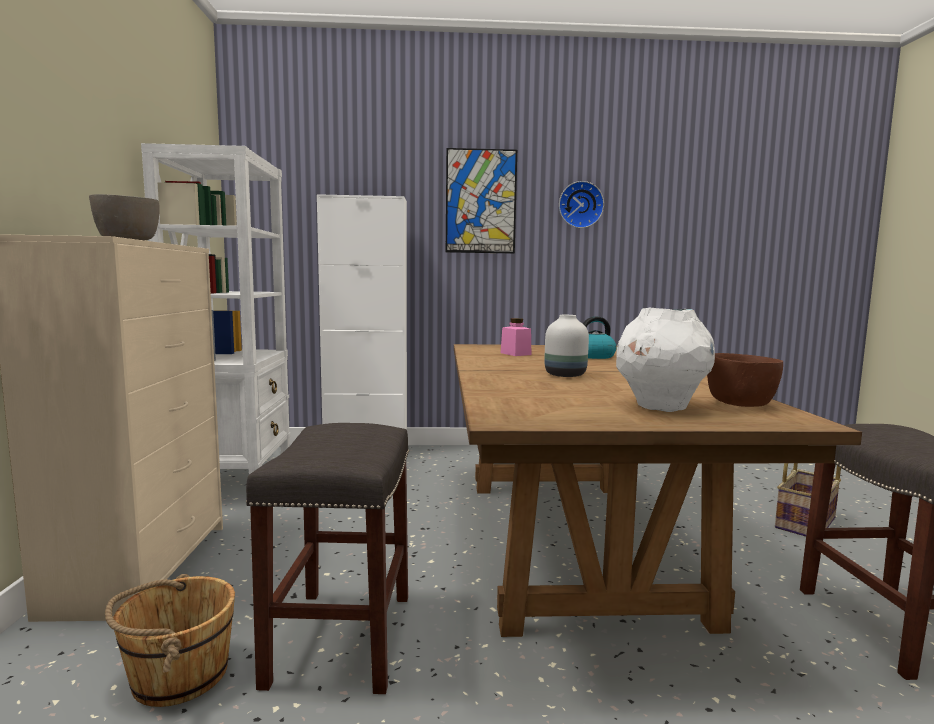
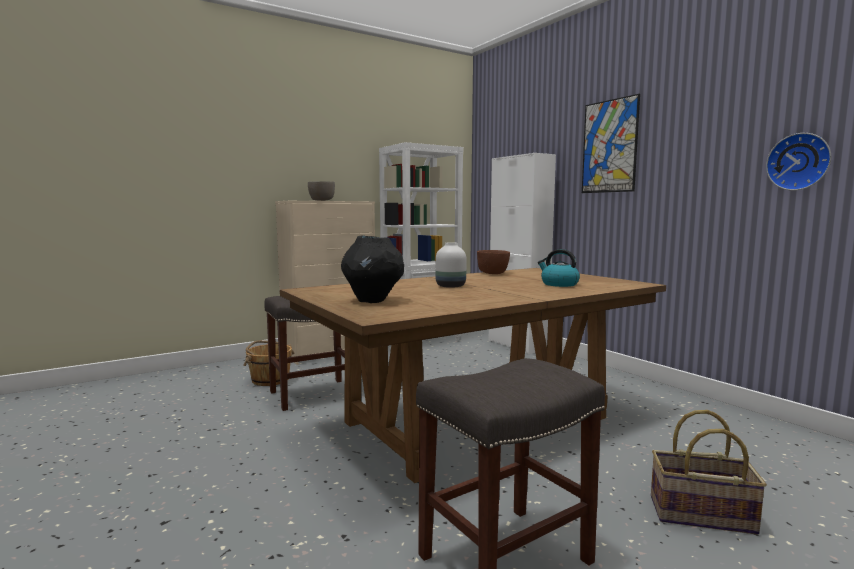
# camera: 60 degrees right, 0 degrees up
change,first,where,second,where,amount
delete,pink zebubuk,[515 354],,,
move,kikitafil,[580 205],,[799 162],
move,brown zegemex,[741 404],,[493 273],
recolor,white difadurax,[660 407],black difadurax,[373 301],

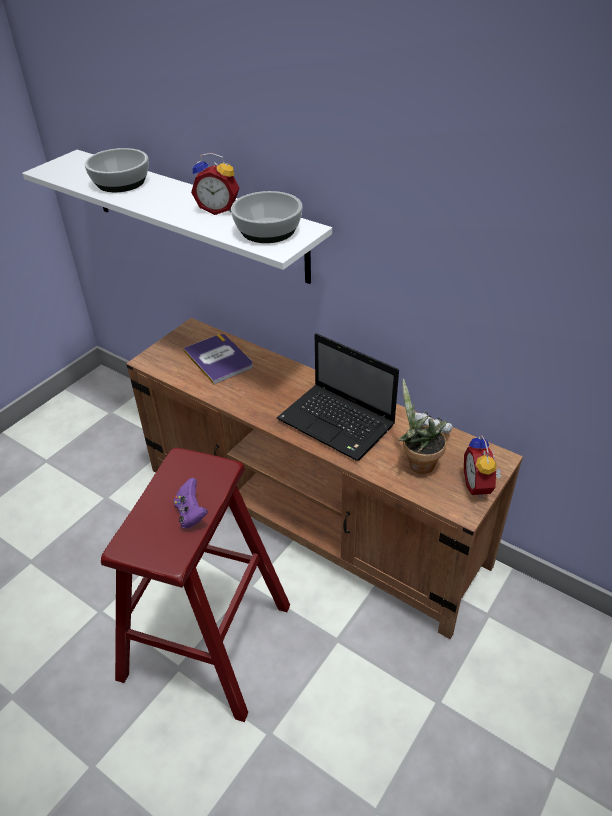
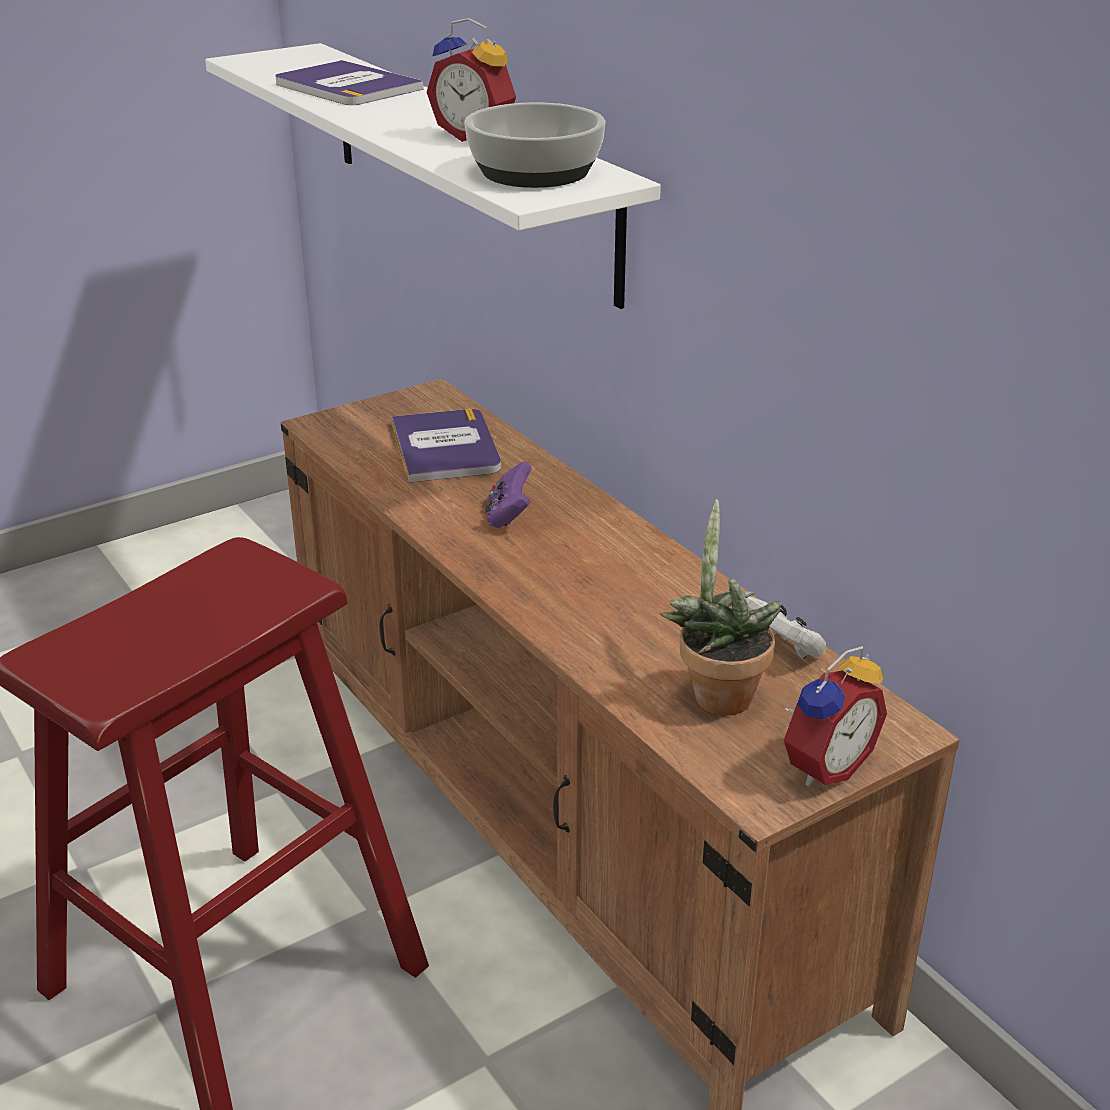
# camera: 20 degrees right, 10 degrees down
change,first,where,second,where,amount
delete,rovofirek,[338 423],,,
move,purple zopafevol,[191 514],,[509 515],
replace,zegemex,[121 182],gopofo,[346 86],
rotate,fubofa,[479 486],,[823 765],150 degrees counterclockwise

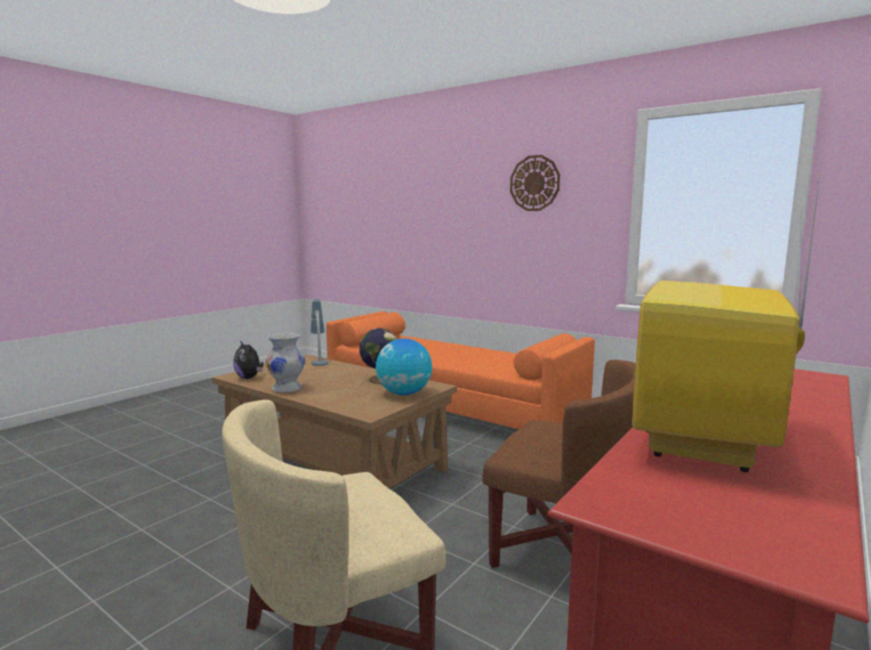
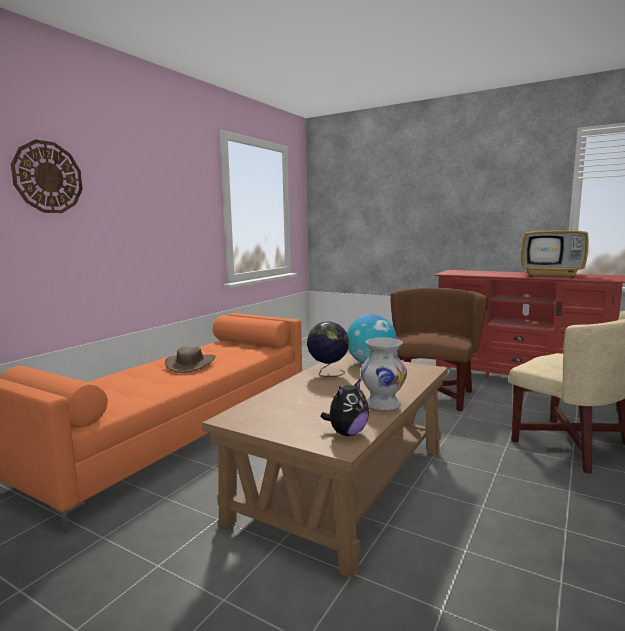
# camera: 95 degrees left, 0 degrees up
change,first,where,second,where,amount
delete,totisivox,[319 361],,,
insert,,,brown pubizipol,[191 364],
move,kikitafil,[534 183],,[48 177],

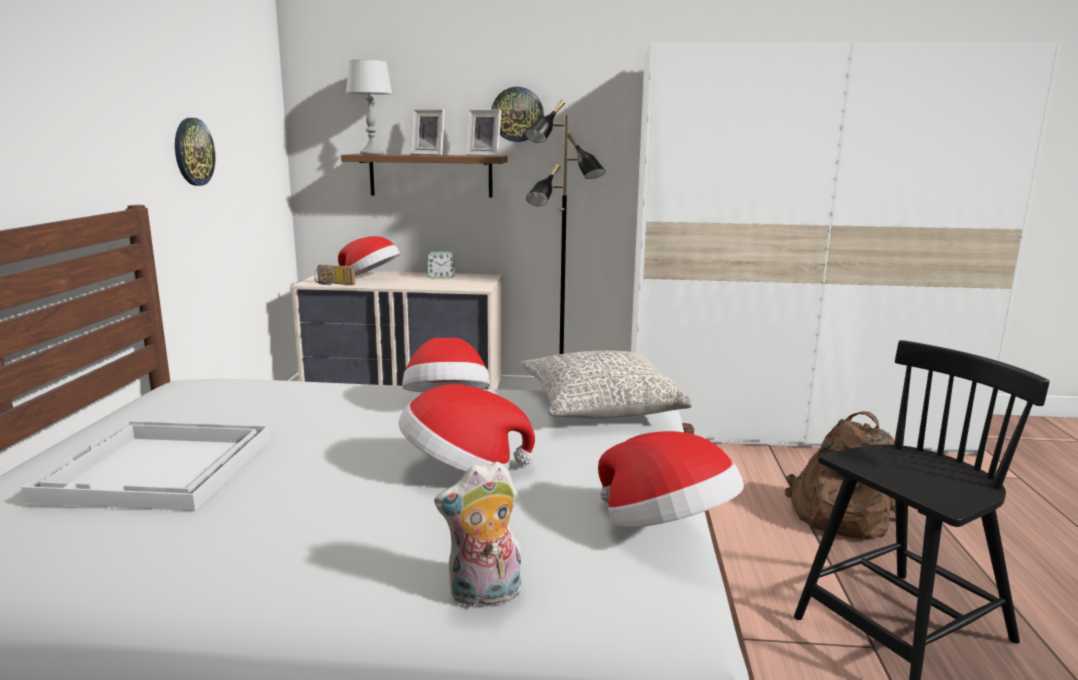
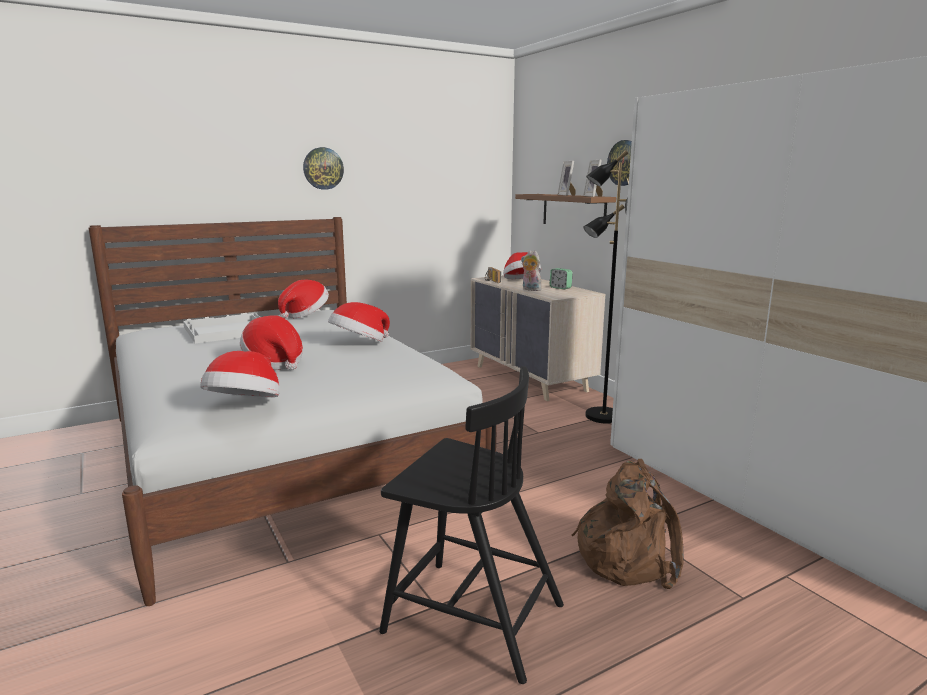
# camera: 55 degrees right, 0 degrees up
change,first,where,second,where,amount
delete,grey totisivox,[372 154],,,
delete,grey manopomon,[599 405],,,
insert,,,pubizipol,[305 314],
move,kikitafil,[193 152],,[323 168],
move,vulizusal,[484 595],,[530 289],

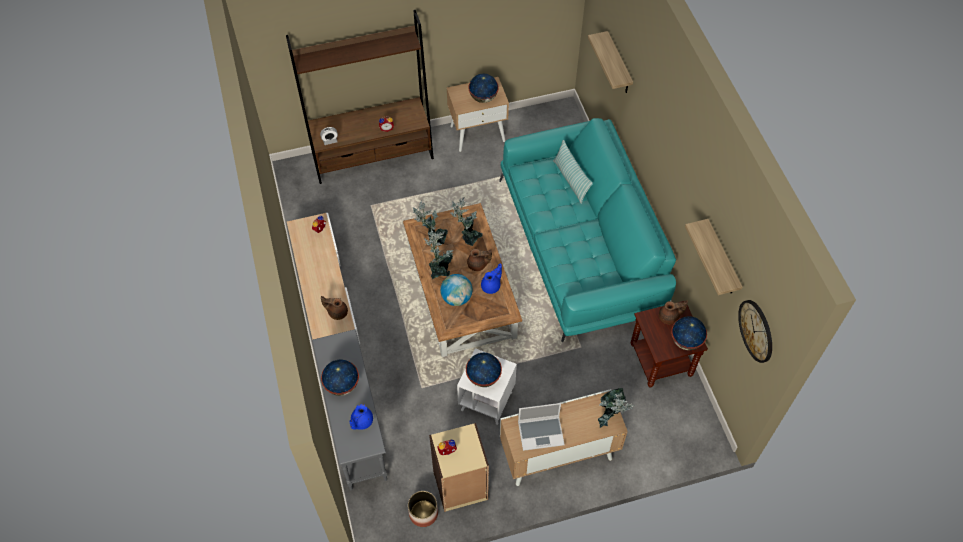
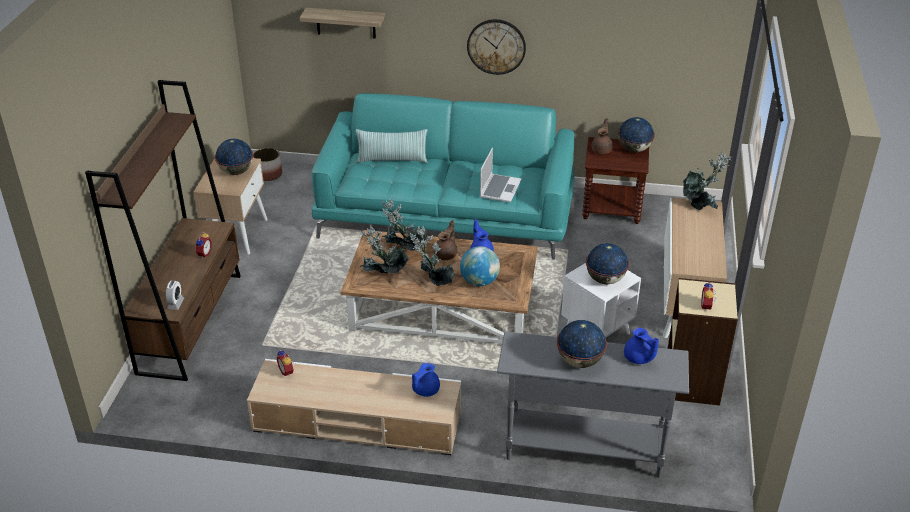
# camera: 65 degrees left, 20 degrees down
change,first,where,second,where,amount
delete,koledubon,[722 260],,,
move,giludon,[423 513],,[268 174],
move,rovofirek,[541 432],,[499 189],
move,kikitafil,[756 330],,[496 46],
recolor,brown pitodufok,[337 312],blue pitodufok,[425 390],

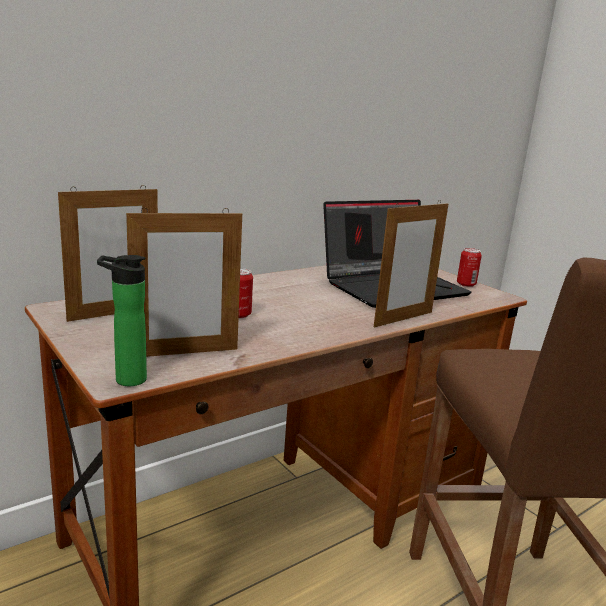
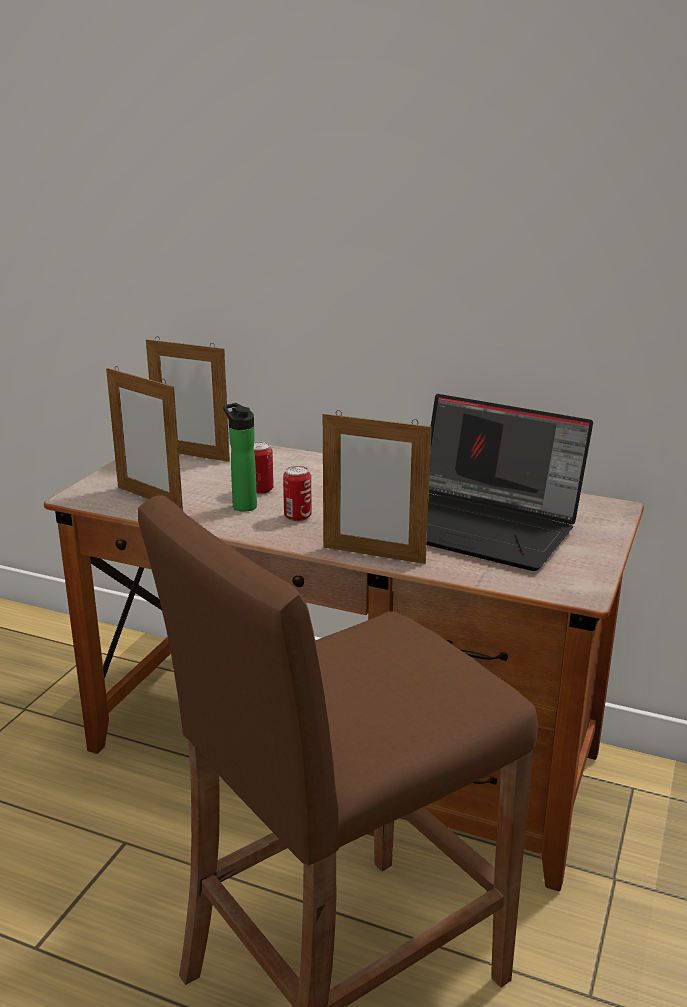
# camera: 60 degrees right, 5 degrees up
change,first,where,second,where,amount
move,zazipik,[126 380],,[242 505],
move,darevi,[466 284],,[297 516],

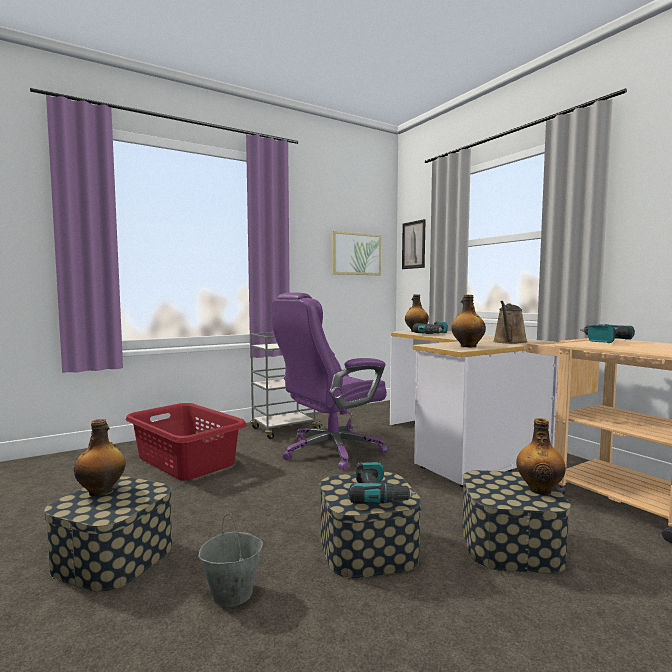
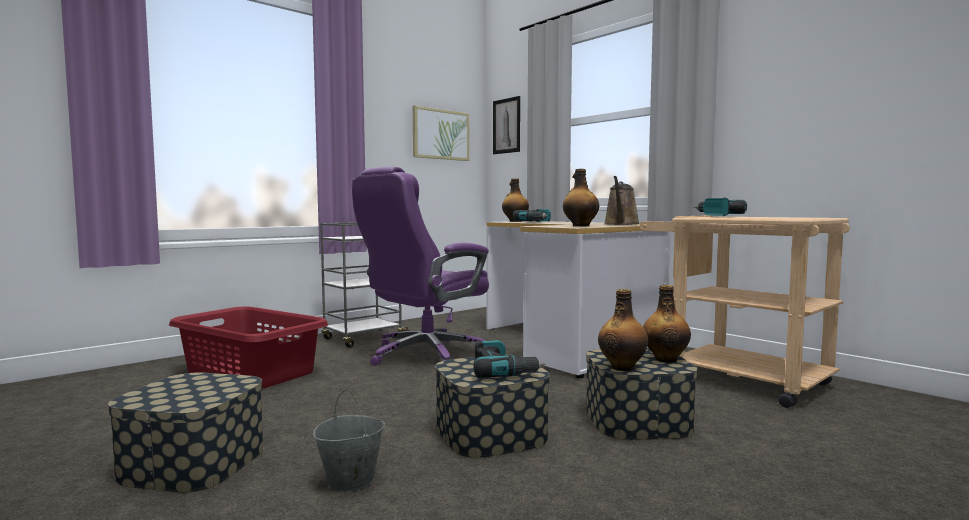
# camera: 10 degrees left, 0 degrees up
change,first,where,second,where,amount
move,zazipik,[101 491],,[622 367],

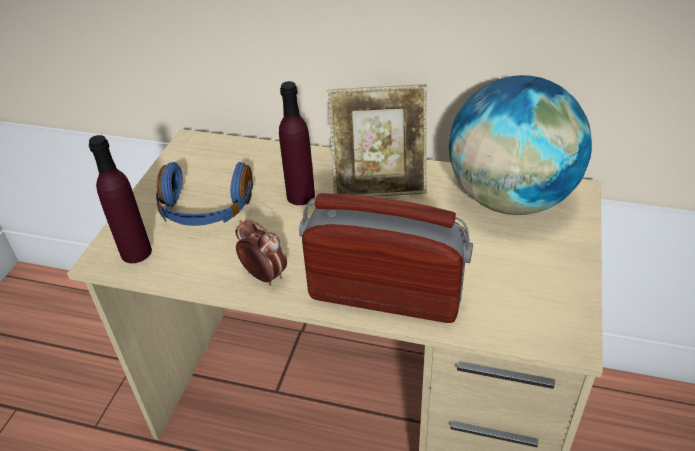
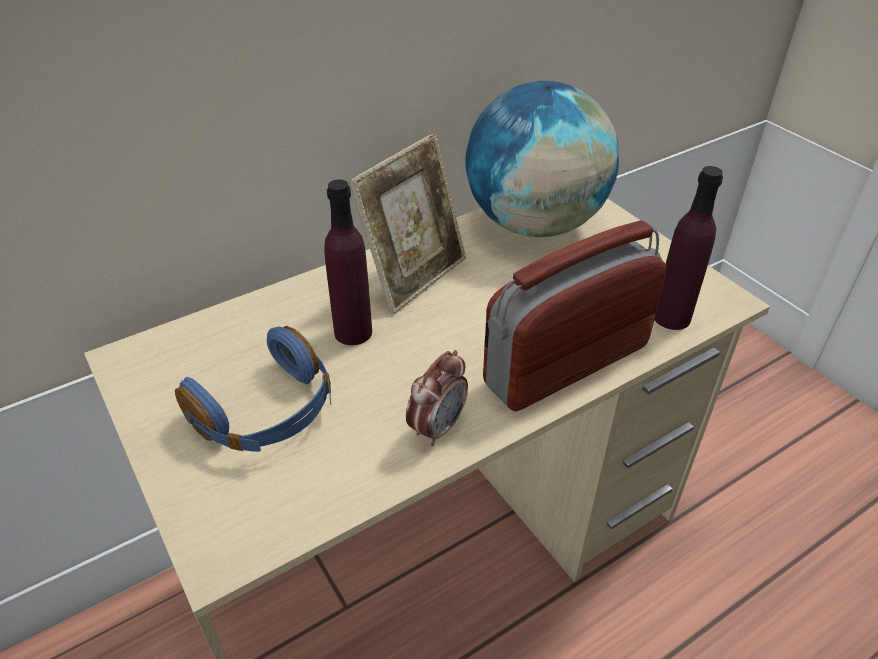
# camera: 50 degrees left, 0 degrees up
change,first,where,second,where,amount
move,purple zazipik,[136 252],,[671 317],
rotate,fubofa,[264 276],,[437 427],135 degrees clockwise

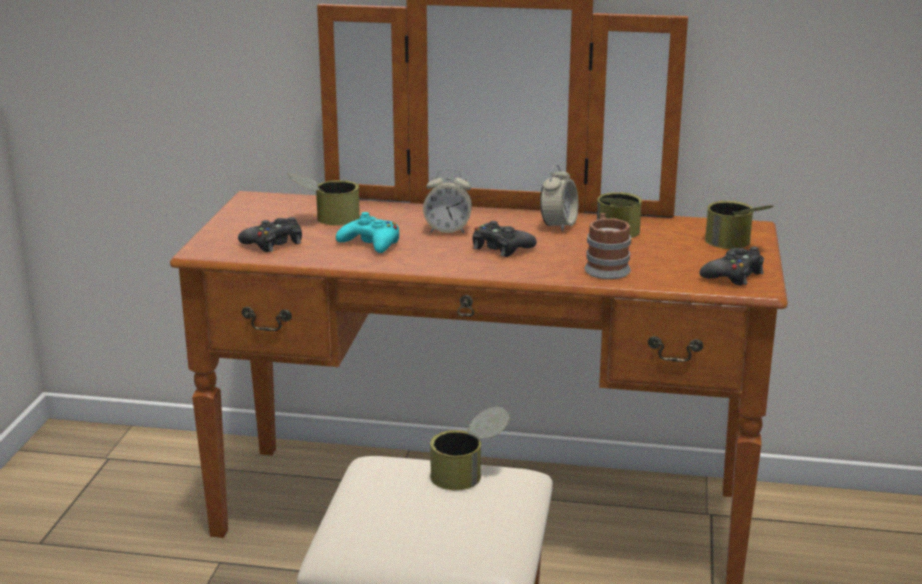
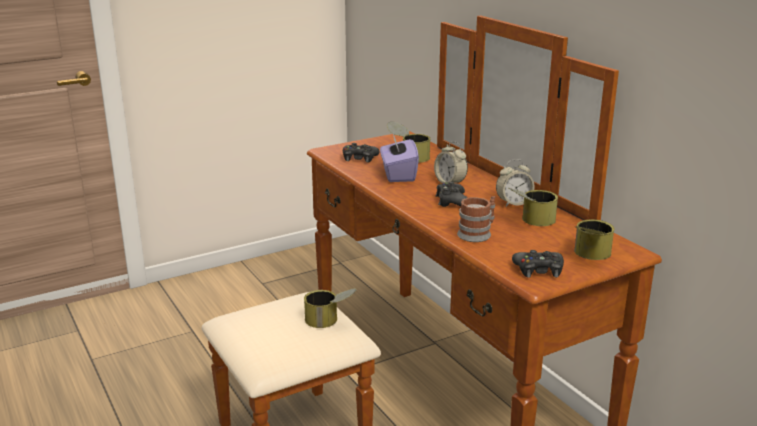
# camera: 50 degrees right, 0 degrees up
change,first,where,second,where,amount
replace,turquoise zopafevol,[371 243],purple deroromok,[398 174],

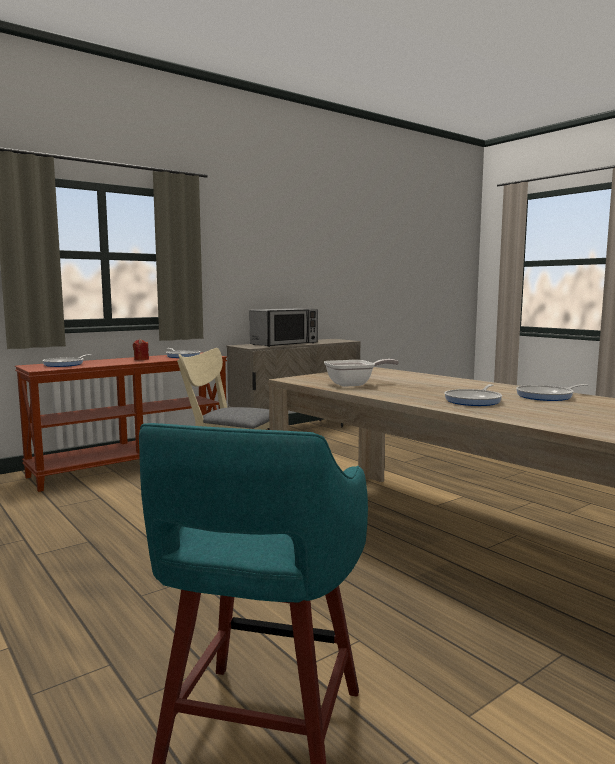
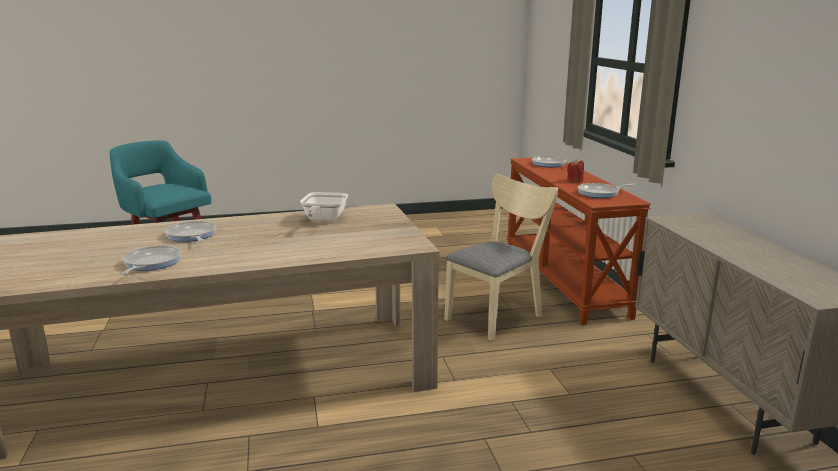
# camera: 115 degrees right, 10 degrees up
change,first,where,second,where,amount
delete,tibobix,[285 344],,,

